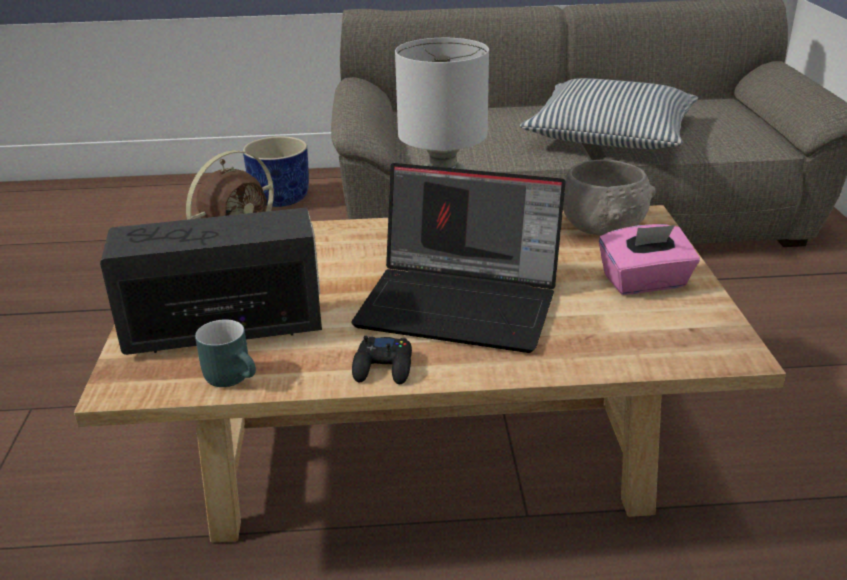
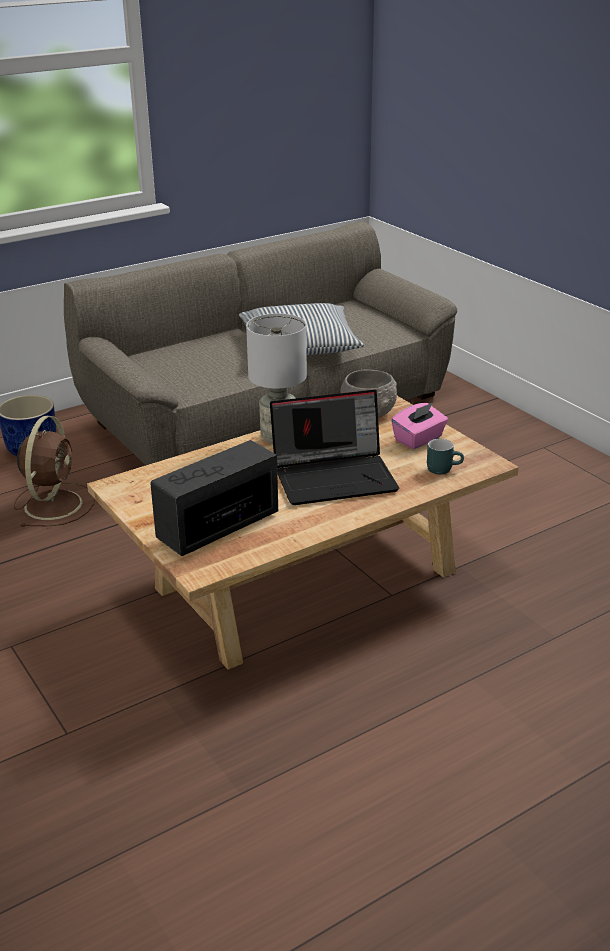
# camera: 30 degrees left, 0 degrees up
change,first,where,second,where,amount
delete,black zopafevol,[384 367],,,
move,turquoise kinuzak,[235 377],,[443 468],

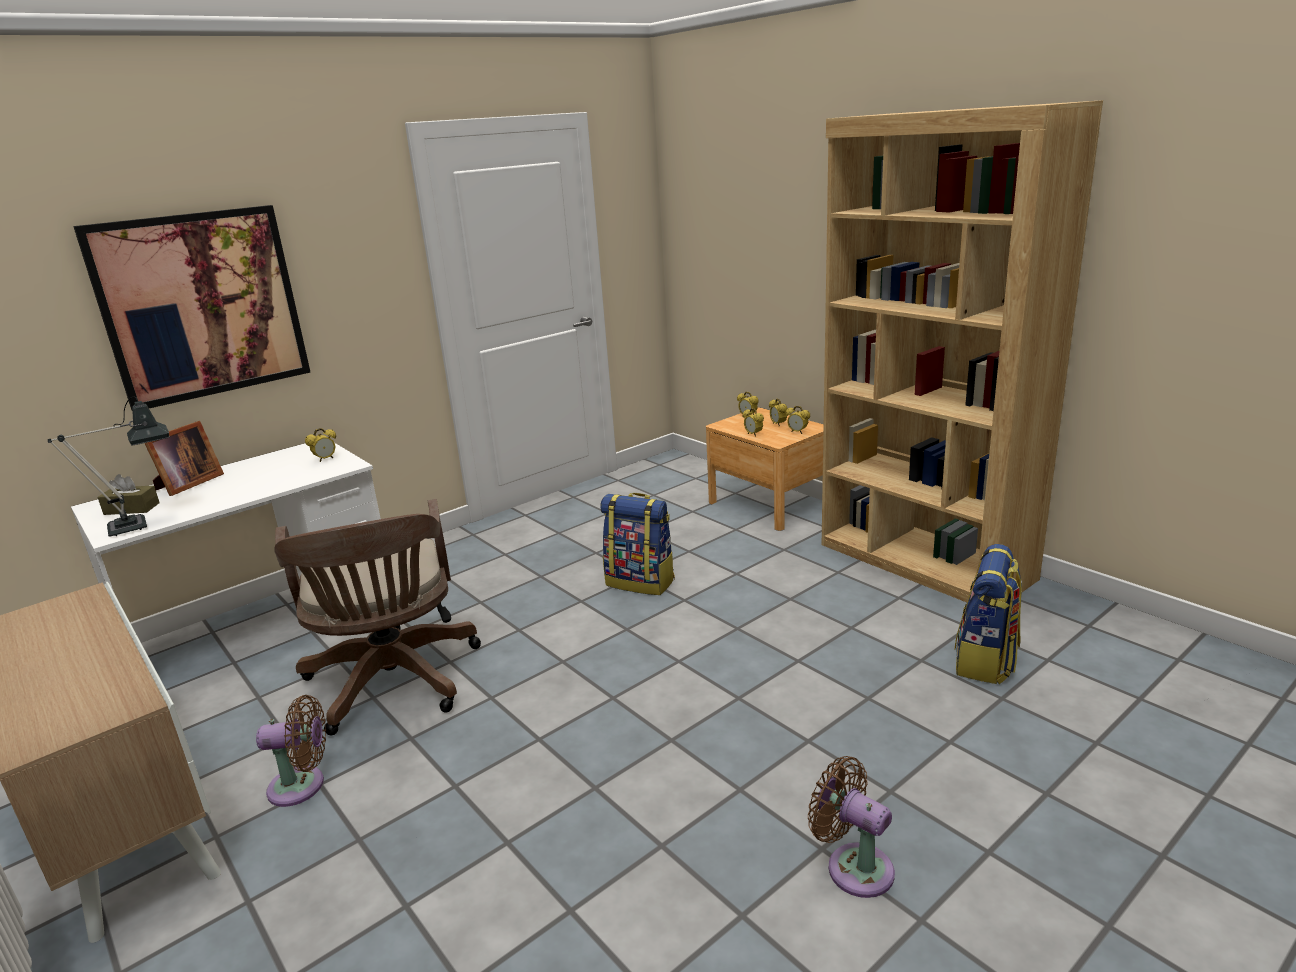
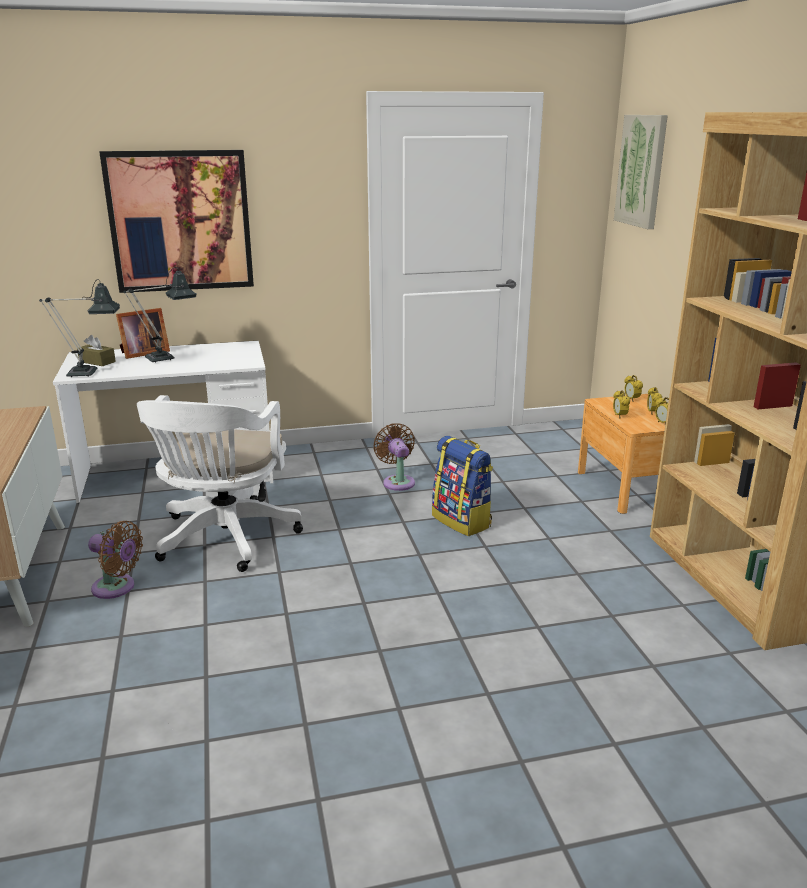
# camera: 25 degrees right, 0 degrees up
change,first,where,second,where,amount
delete,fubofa,[325 459],,,
delete,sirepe,[986 661],,,
insert,,,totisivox,[167 357],
insert,,,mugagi,[641 171],
move,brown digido,[854 866],,[397 481],
recolor,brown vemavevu,[393 684],white vemavevu,[224 540],

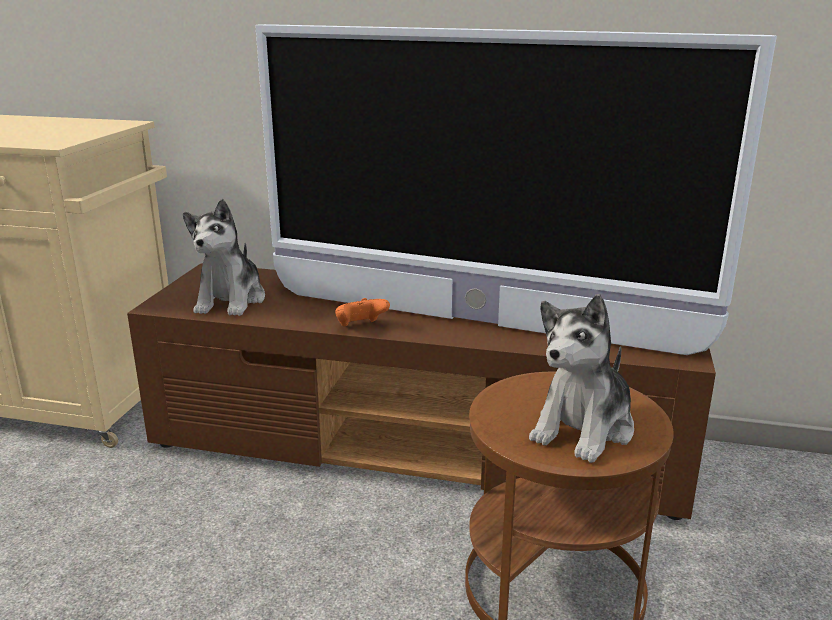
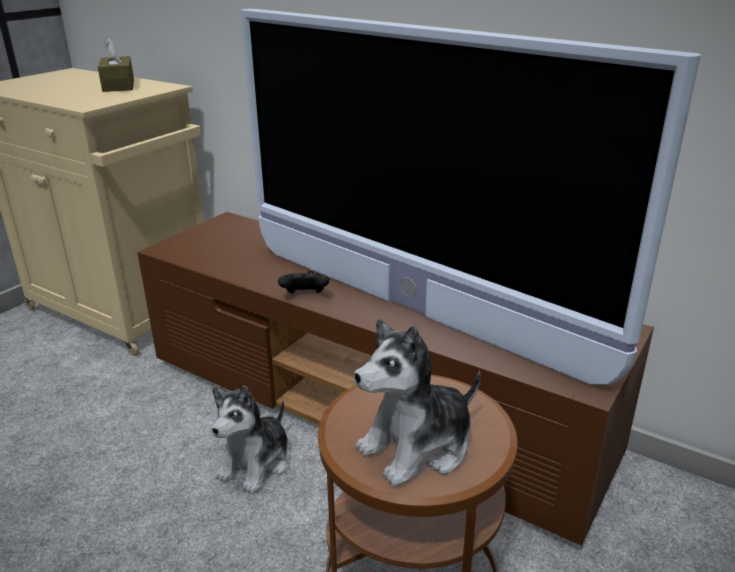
# camera: 20 degrees right, 5 degrees up
change,first,where,second,where,amount
insert,,,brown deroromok,[118 85],
move,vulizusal,[231 300],,[256 463],
recolor,orange zopafevol,[360 327],black zopafevol,[305 296],

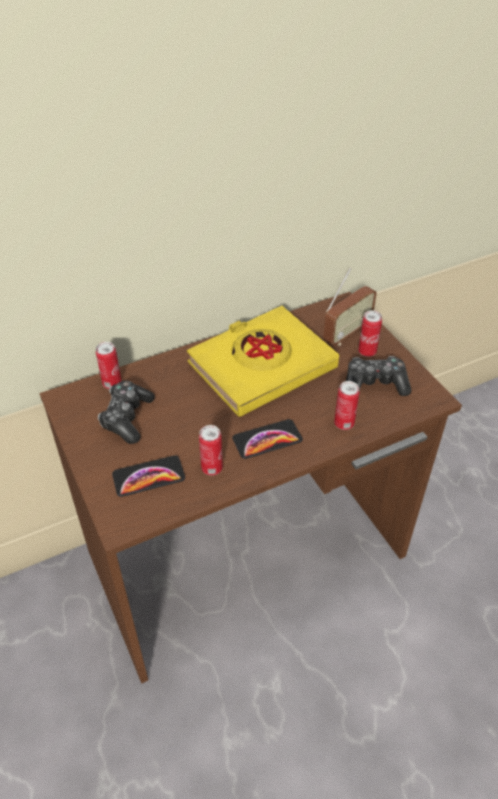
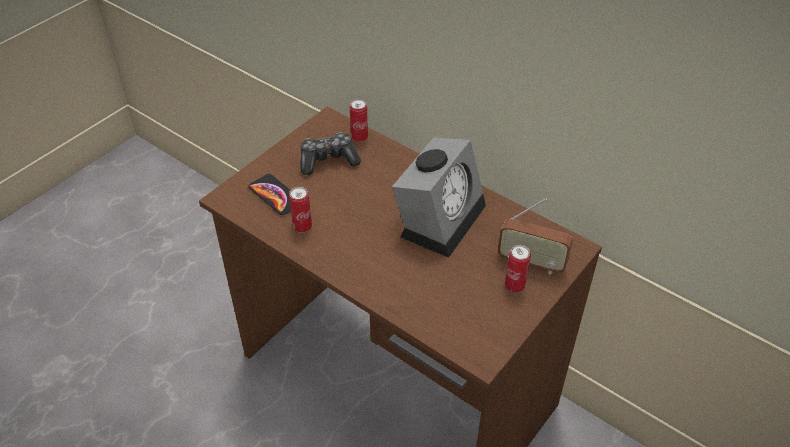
# camera: 65 degrees right, 0 degrees up
change,first,where,second,where,amount
delete,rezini,[267 440],,,
delete,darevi,[344 424],,,
delete,zopafevol,[374 384],,,
replace,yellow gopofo,[261 366],fubofa,[440 217],

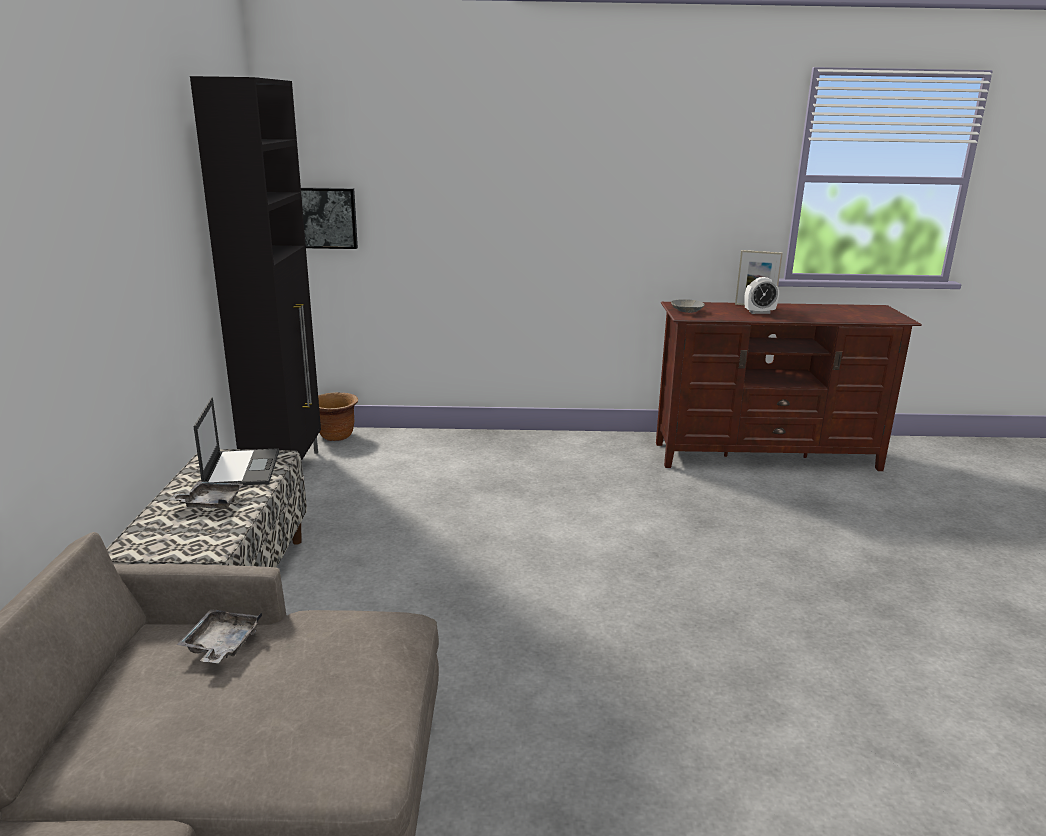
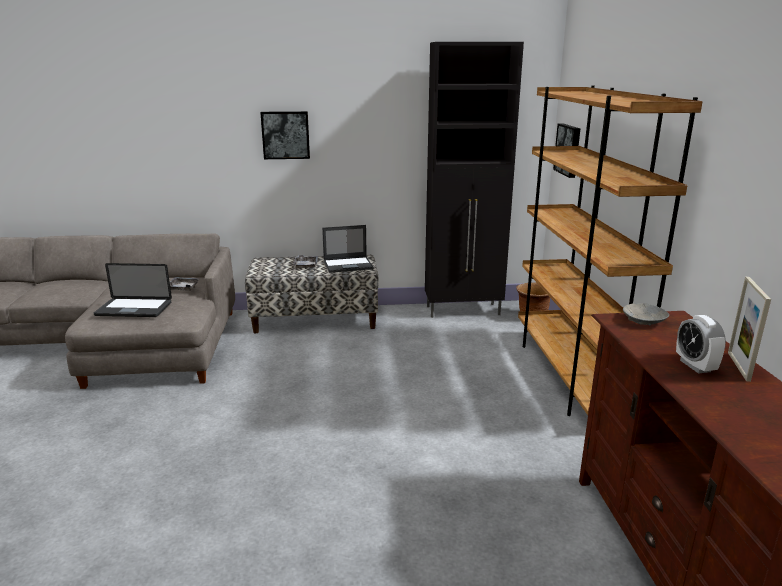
# camera: 85 degrees right, 0 degrees up
change,first,where,second,where,amount
insert,,,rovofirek,[134 309],
insert,,,mugagi,[285 135],
insert,,,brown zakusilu,[570 376],

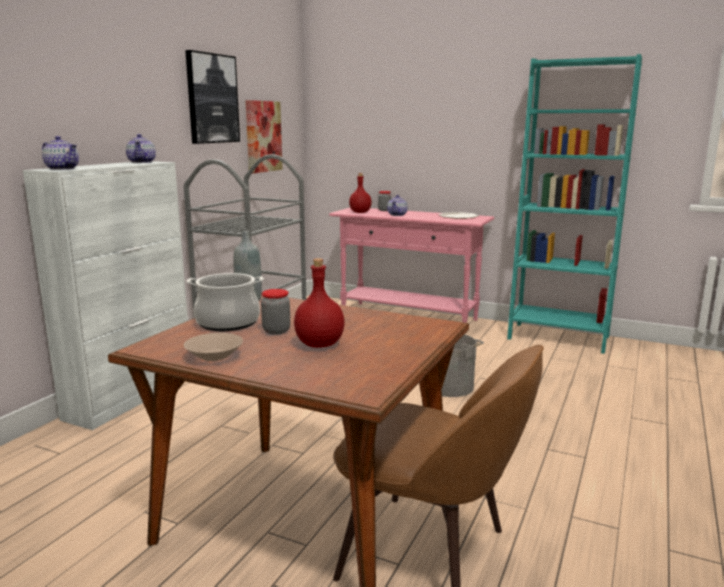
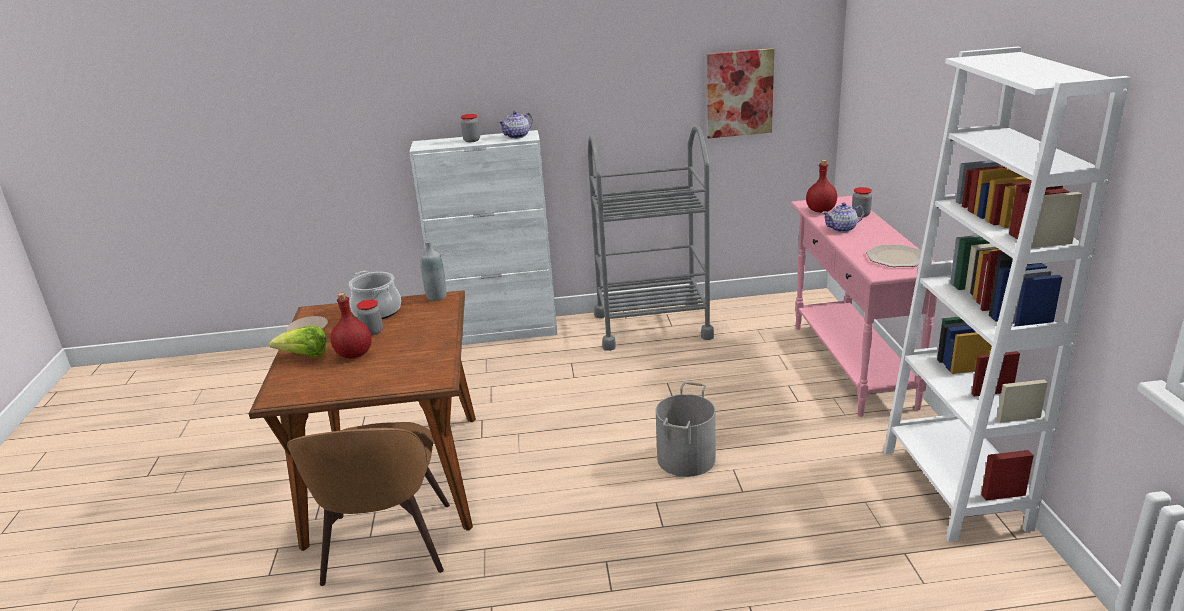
# camera: 60 degrees right, 10 degrees up
change,first,where,second,where,amount
delete,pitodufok,[62 169],,,
delete,mugagi,[212 99],,,
insert,,,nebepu,[305 356],
insert,,,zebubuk,[472 140],
recolor,turquoise zakusilu,[558 337],white zakusilu,[953 488],

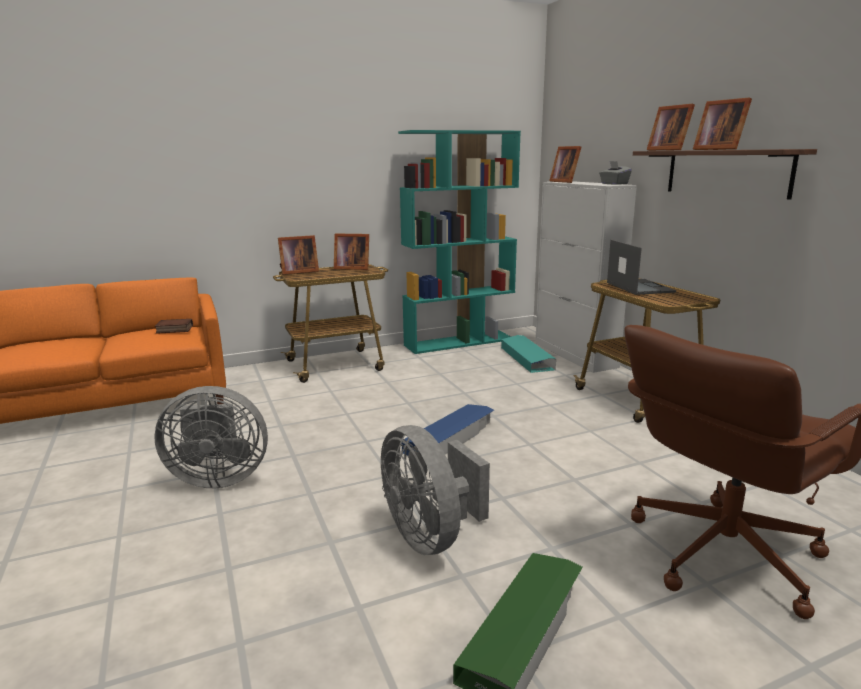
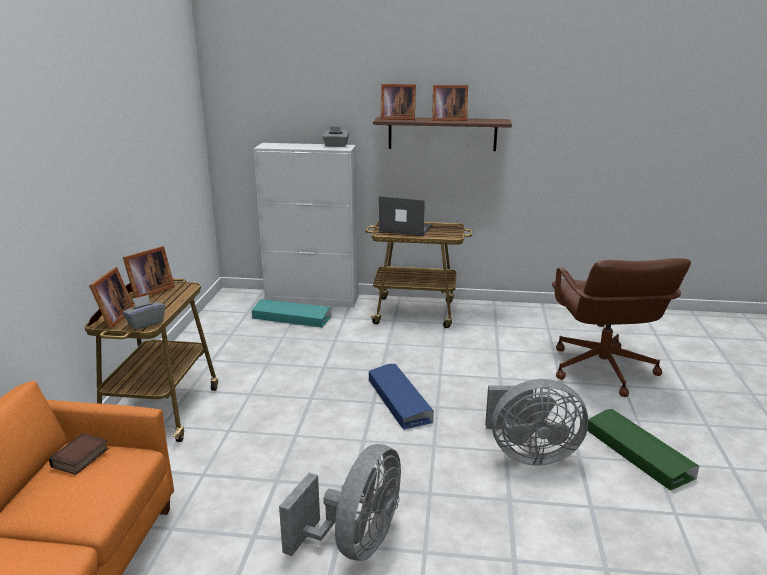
# camera: 60 degrees left, 5 degrees up
change,first,where,second,where,amount
delete,turquoise zakusilu,[459 342],,,
delete,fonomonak,[565 182],,,
insert,,,grey deroromok,[145 323],

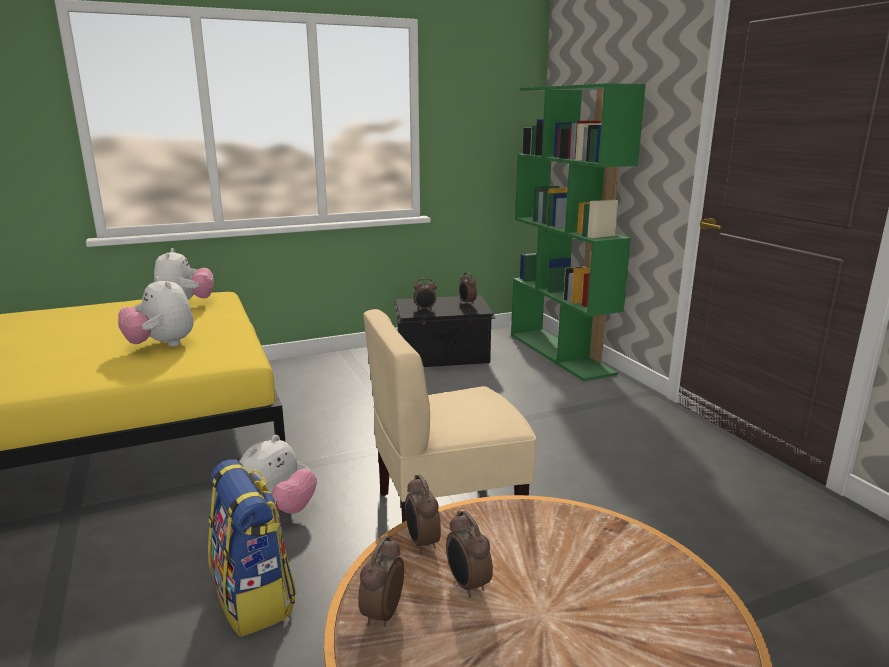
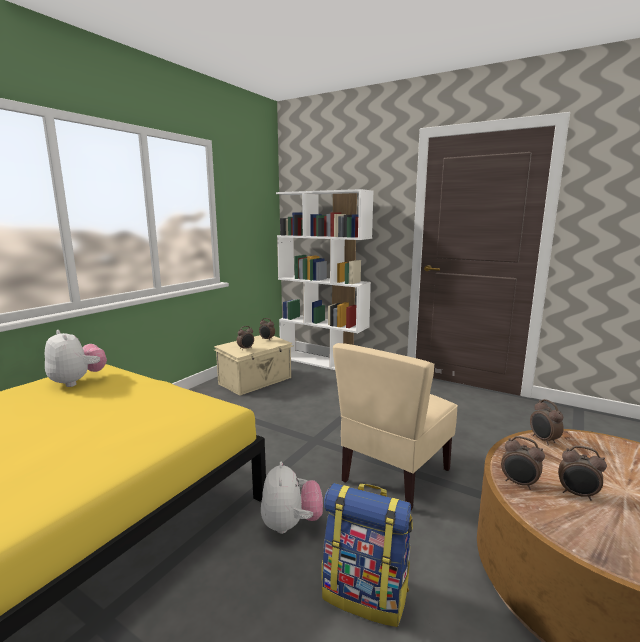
# camera: 35 degrees left, 5 degrees down
change,first,where,second,where,amount
delete,vulizusal,[161 345],,,
move,fubofa,[381 614],,[543 440],
recolor,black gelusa,[443 356],beige gelusa,[256 381],
recolor,green zakusilu,[561 353],white zakusilu,[323 362],

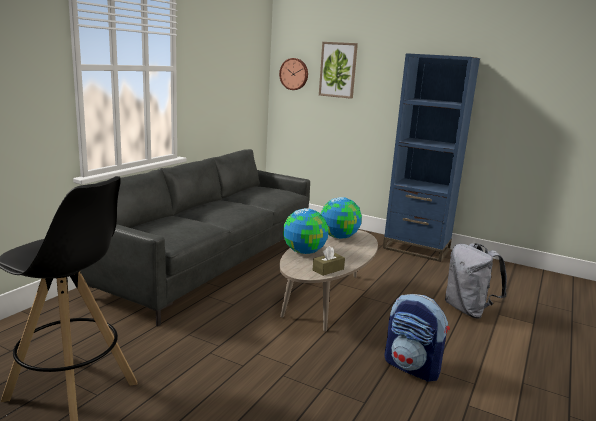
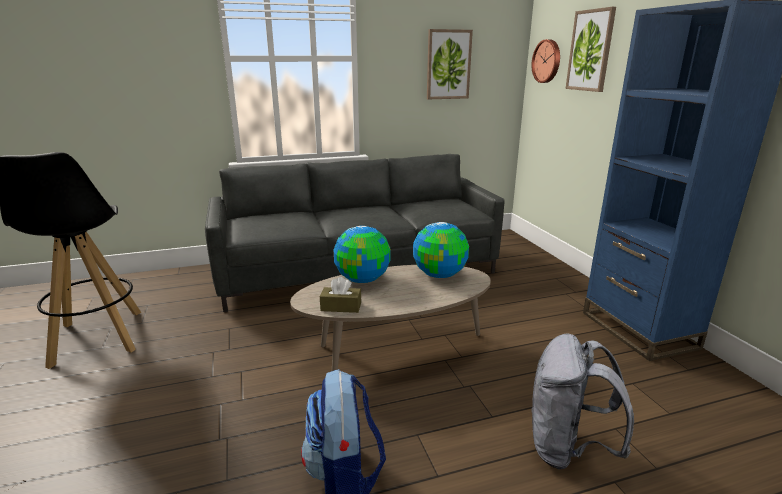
# camera: 45 degrees right, 5 degrees up
change,first,where,second,where,amount
insert,,,mugagi,[448 65],

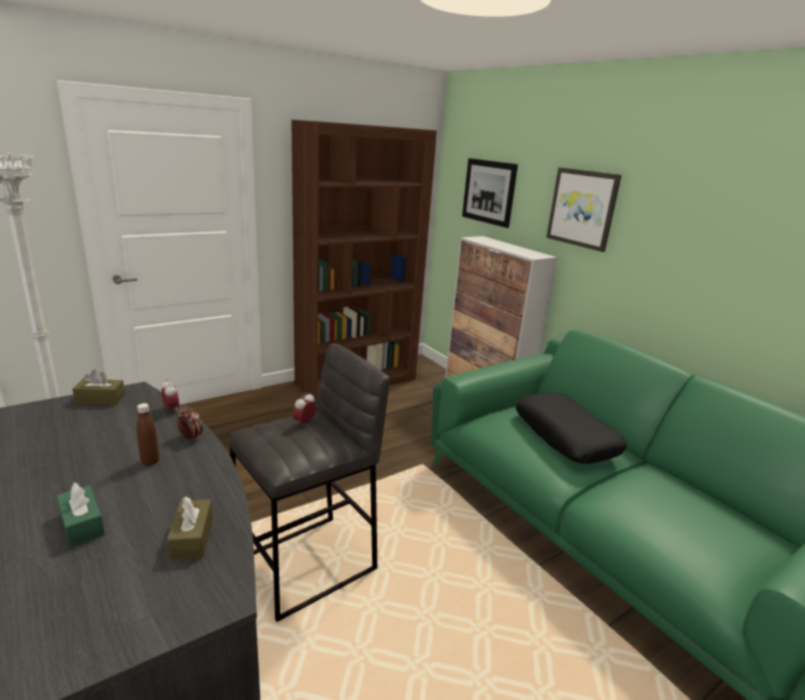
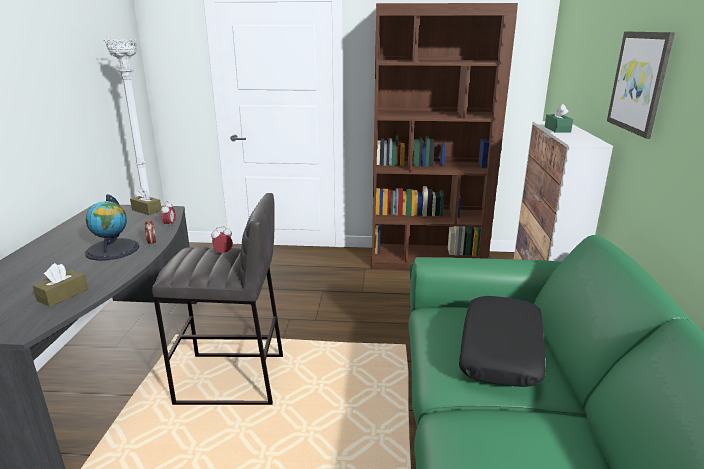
# camera: 40 degrees right, 0 degrees up
change,first,where,second,where,amount
delete,mugagi,[488 192],,,
move,green deroromok,[82 524],,[557 129],
replace,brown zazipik,[150 461],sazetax,[112 249],

